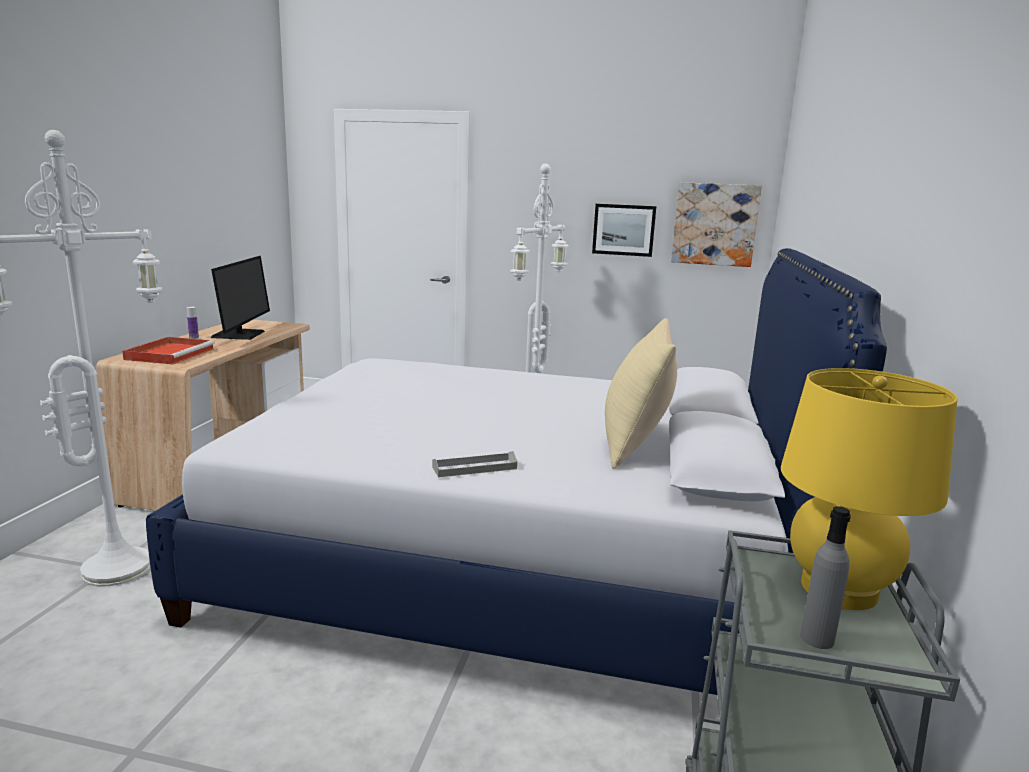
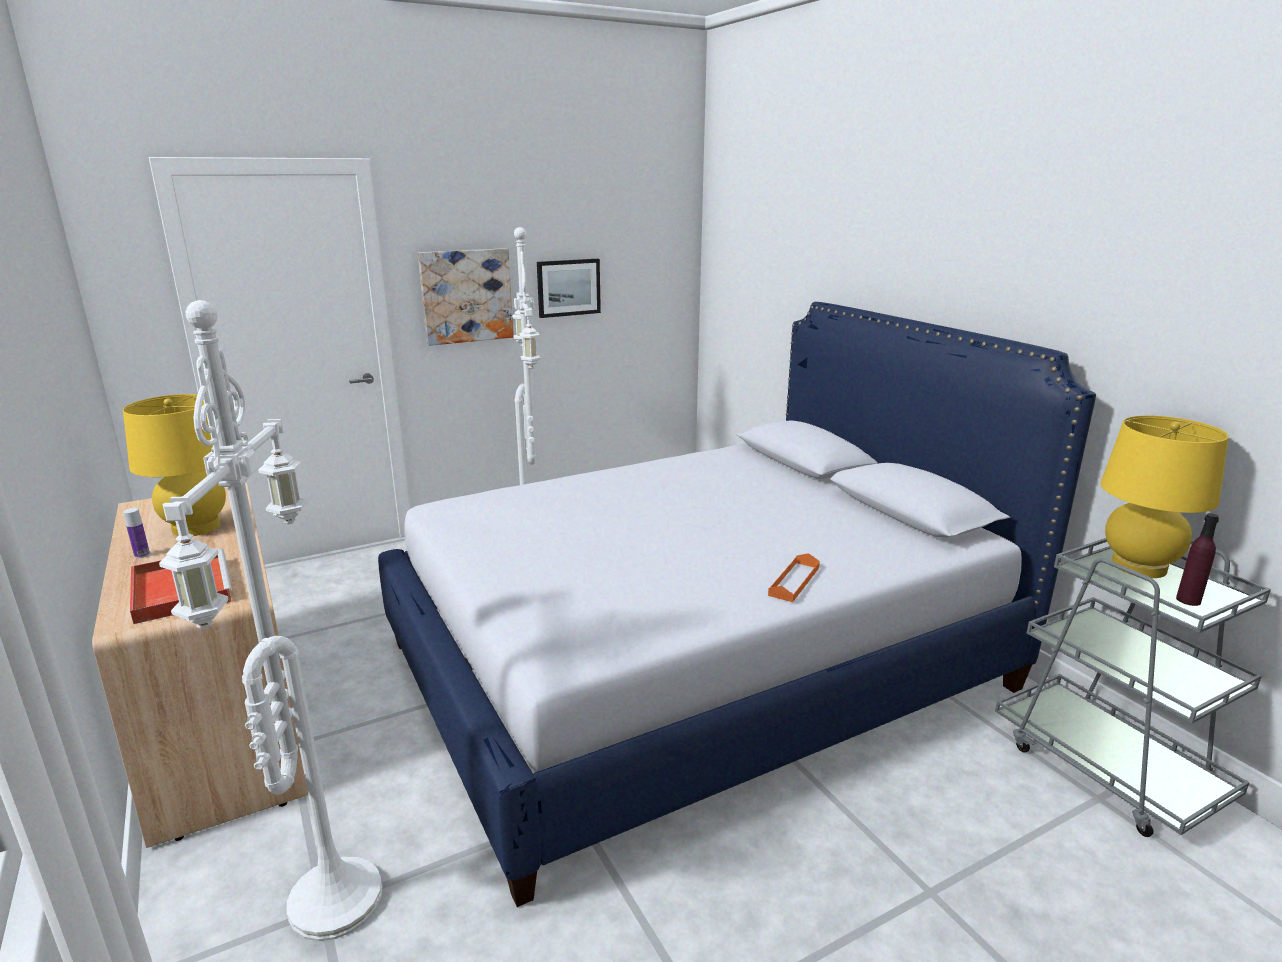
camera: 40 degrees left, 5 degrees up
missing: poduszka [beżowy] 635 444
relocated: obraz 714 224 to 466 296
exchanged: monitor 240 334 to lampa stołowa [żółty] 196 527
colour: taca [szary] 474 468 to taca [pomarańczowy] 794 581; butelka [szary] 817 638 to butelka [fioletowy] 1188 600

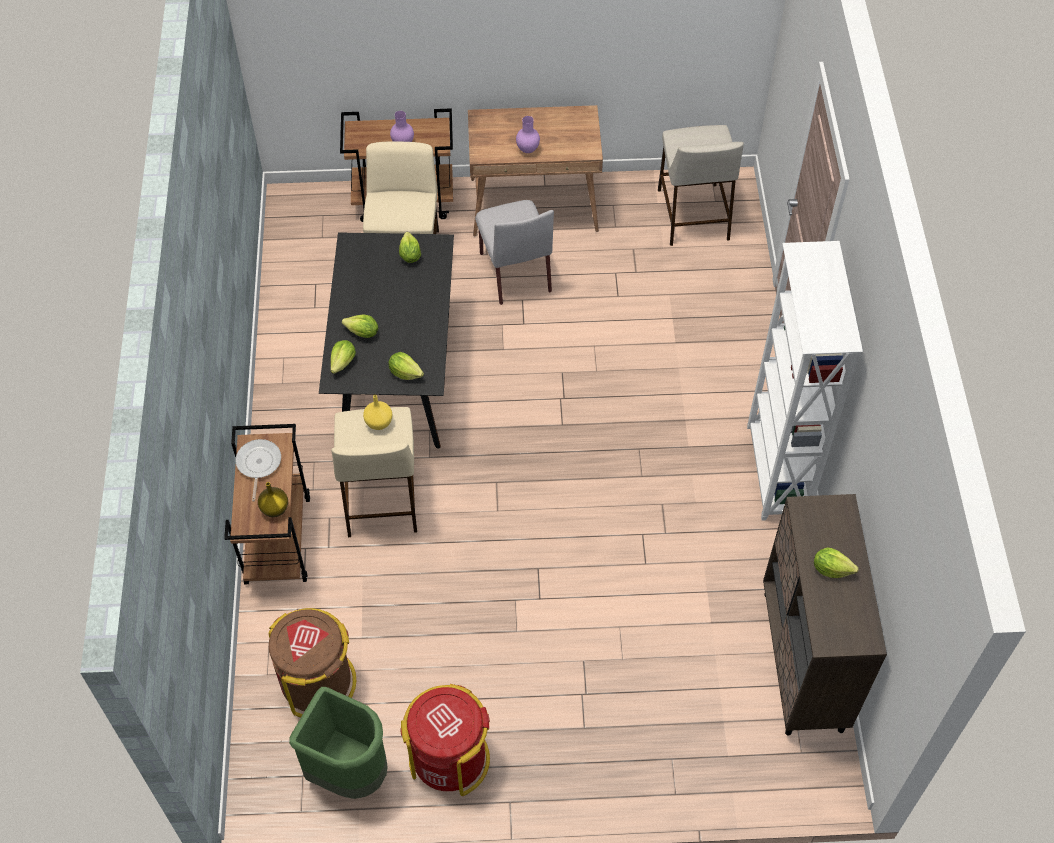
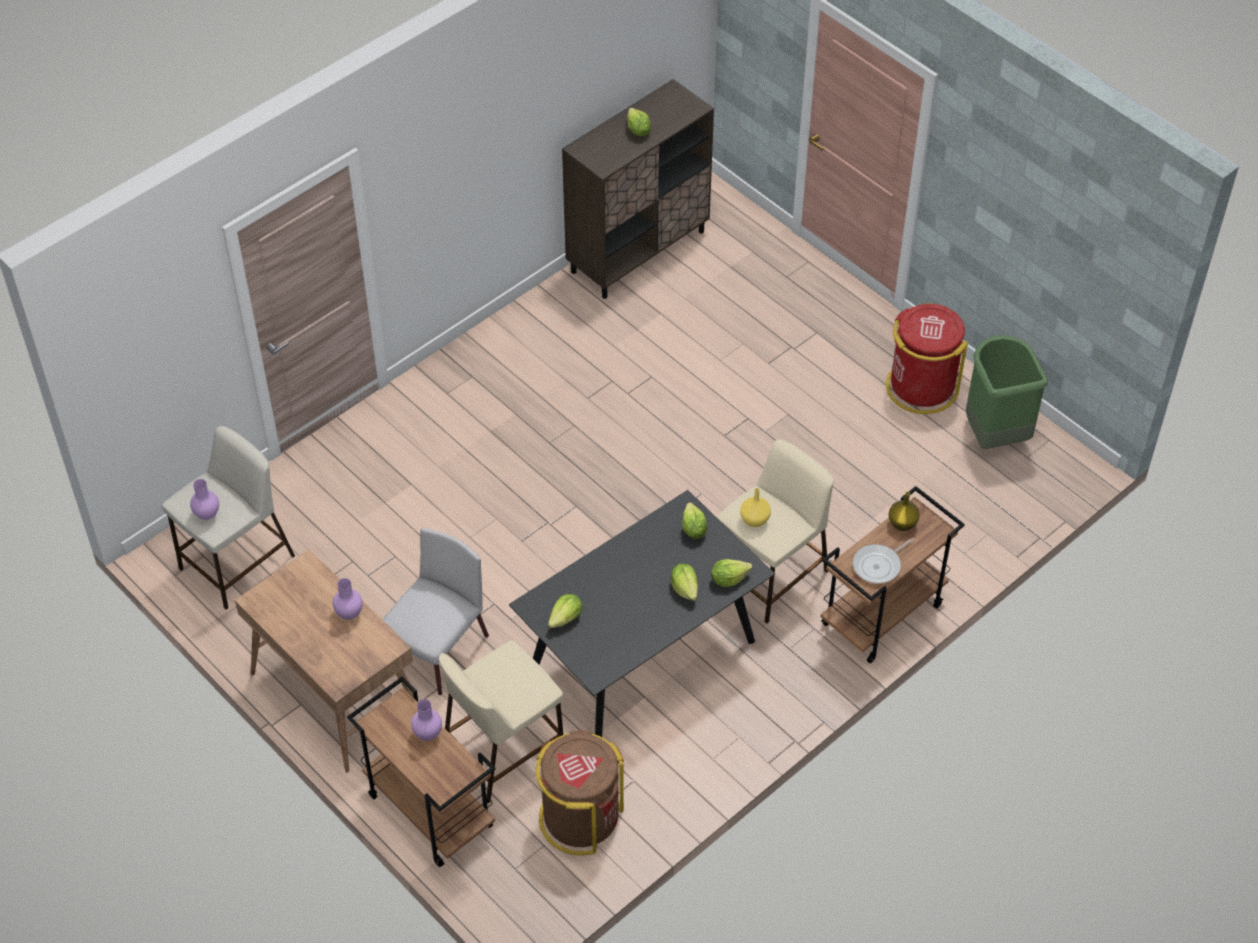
camera: 130 degrees left, 5 degrees down
missing: regał [biały] 776 472
appeared: wazon [fioletowy] 206 515
relocated: kosz na śmieci [brązowy] 318 682 to 580 818

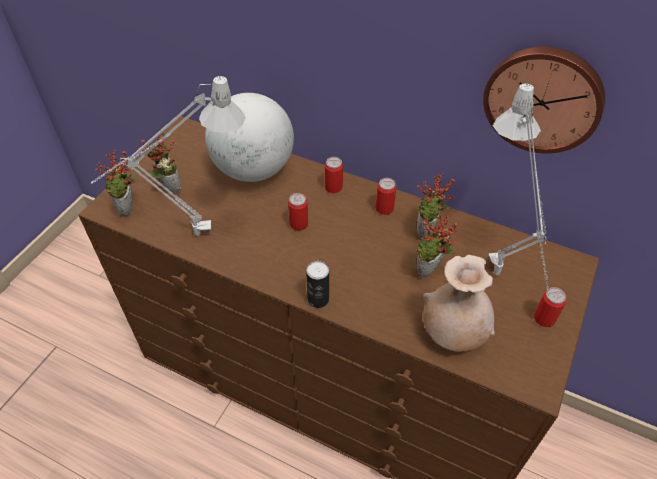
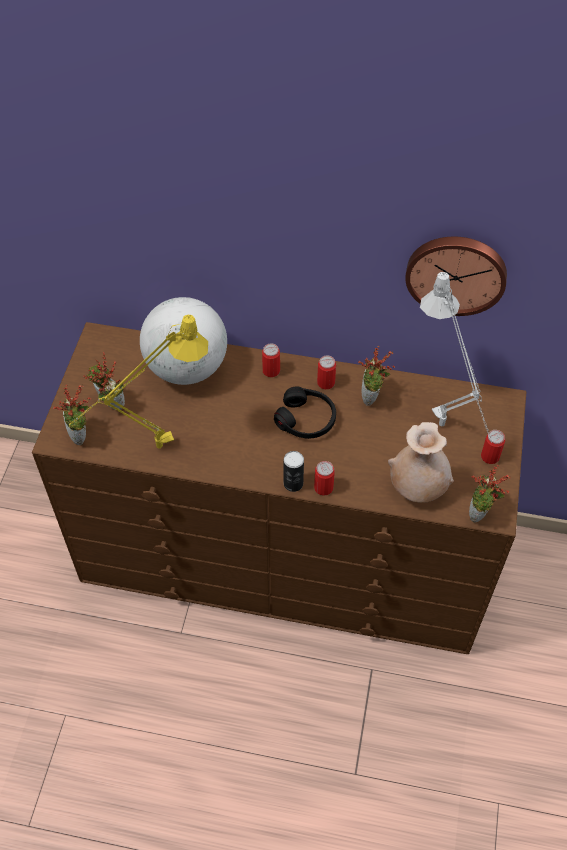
camera: 15 degrees left, 5 degrees up
appeared: słuchawki [czarny] 306 419
relocated: puszka 299 224 to 323 487; roślina doniczkowa 429 272 to 480 515
colour: lampa stołowa [szary] 188 236 to lampa stołowa [żółty] 150 450

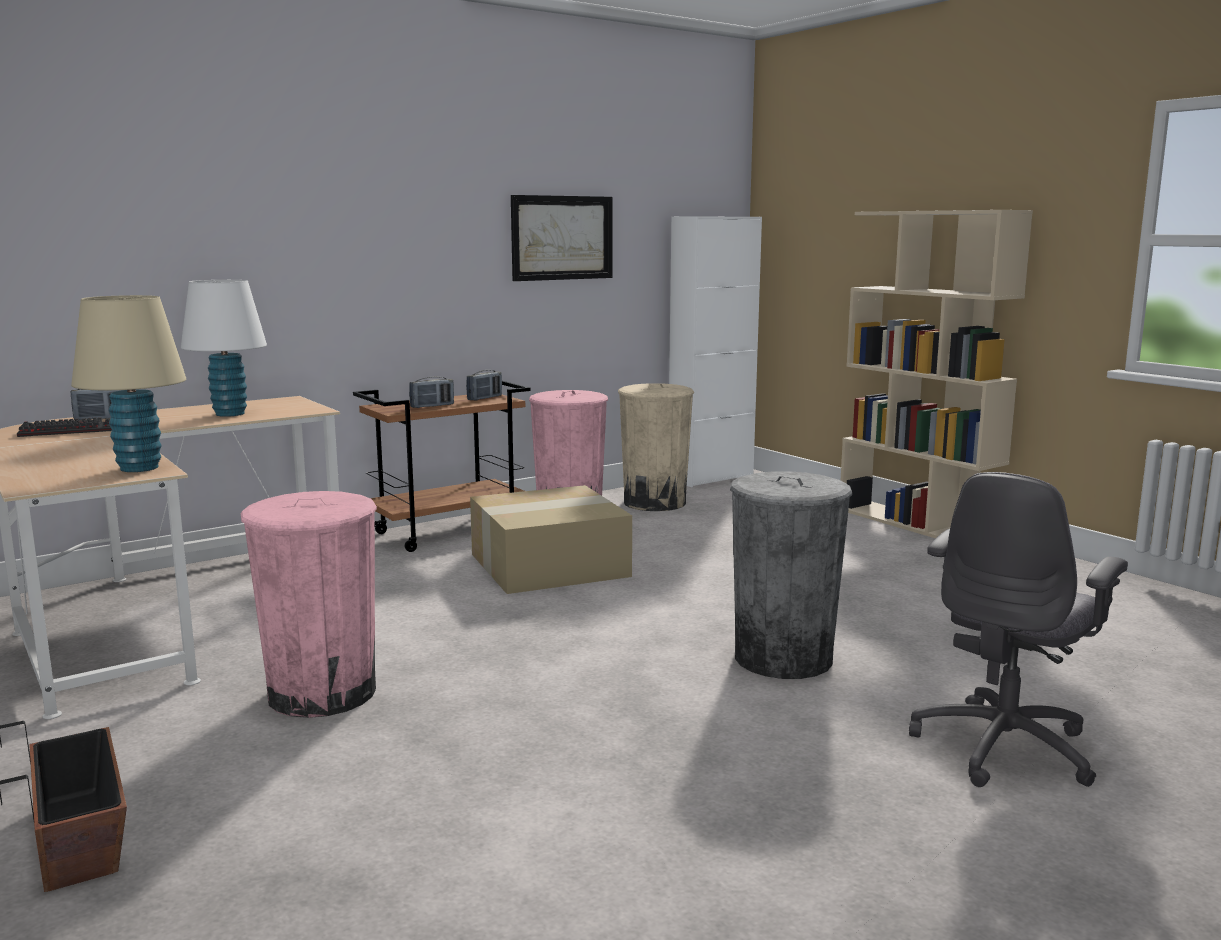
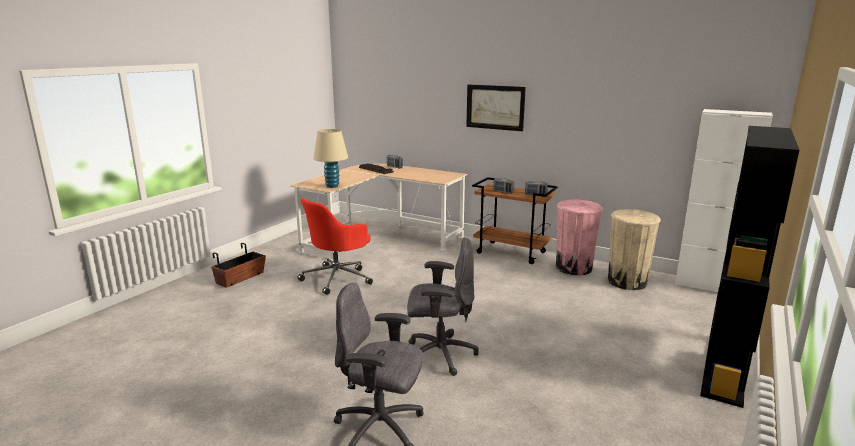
camera: 65 degrees right, 5 degrees up
missing: lampa stołowa [biały] 230 414; karton 550 564
relocated: obraz 562 238 to 495 107
exchanged: kosz na śmieci [różowy] 322 693 to krzesło biurowe [czerwony] 338 278; kosz na śmieci [szary] 783 658 to krzesło biurowe [szary] 439 354
colour: regał [beżowy] 917 524 to regał [czarny] 725 368

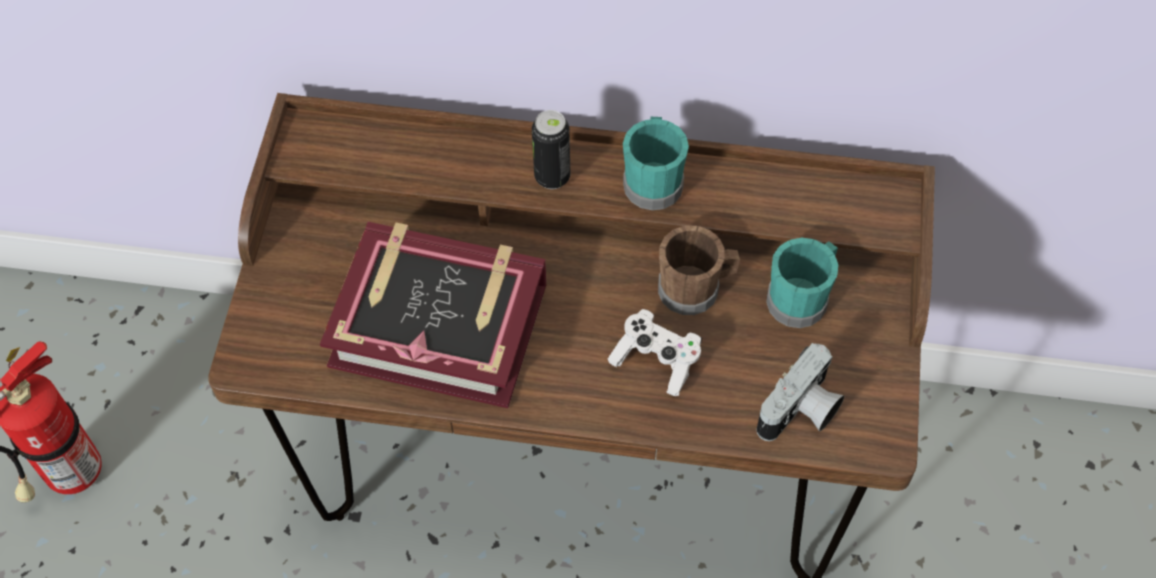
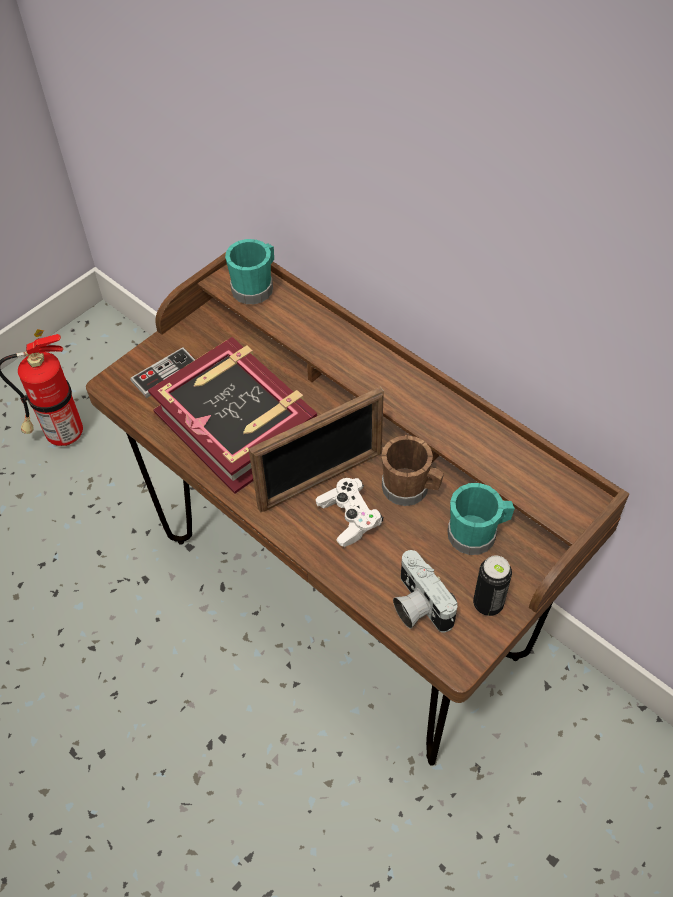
camera: 35 degrees right, 5 degrees down
appeared: pad do gier 165 374; ramka na zdjęcie 321 480
relocated: puszka 552 177 to 488 604; kubek [turkusowy] 653 180 to 255 287
spun: aparat fotograficzny 801 412 = 417 605 75 degrees clockwise

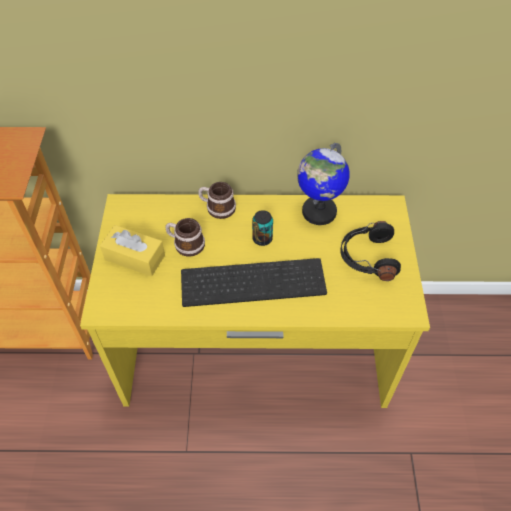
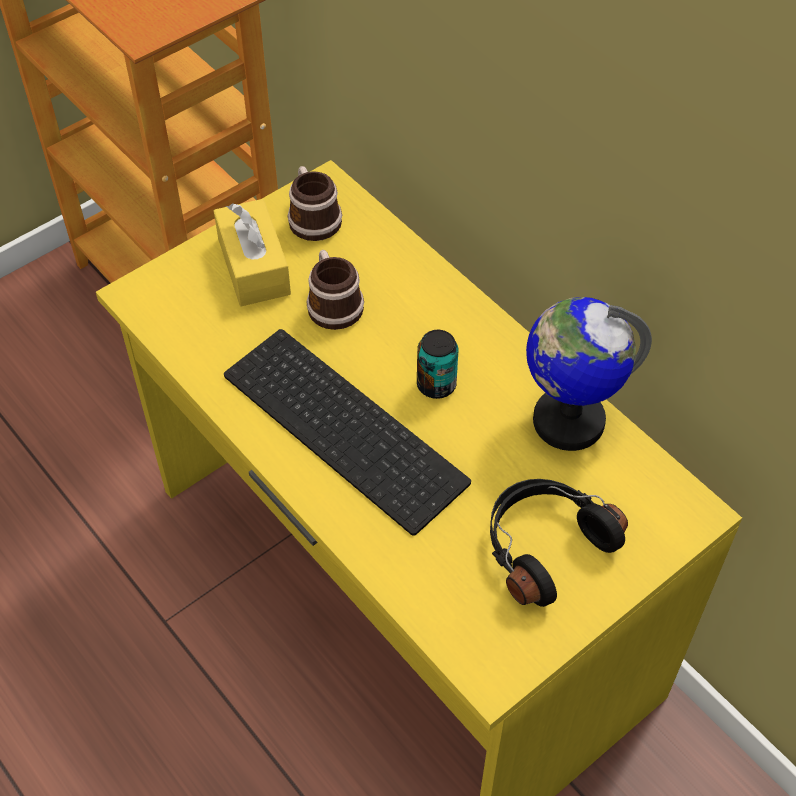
camera: 50 degrees right, 0 degrees up
relocated: kubek 217 207 to 312 217

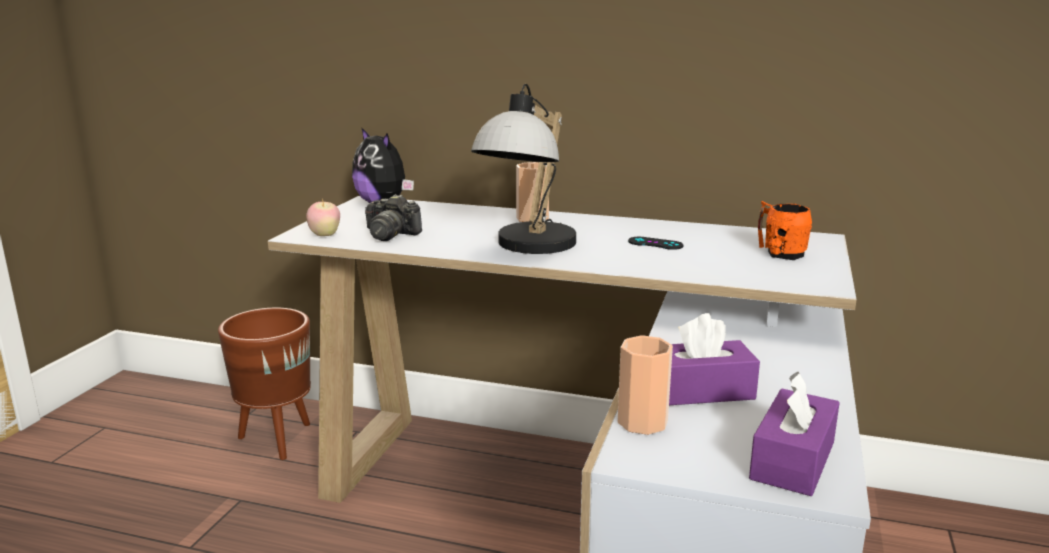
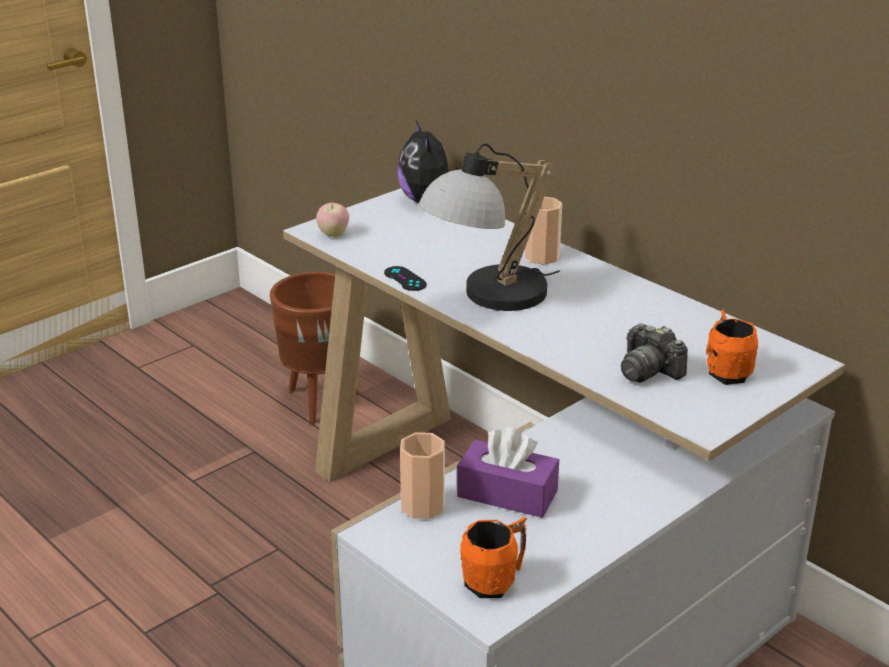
camera: 30 degrees right, 10 degrees up
relocated: aparat fotograficzny 390 235 to 648 370; pad do gier [czarny] 655 243 to 405 279
exchanged: pudełko chusteczek [fioletowy] 792 460 to kubek [pomarańczowy] 495 580

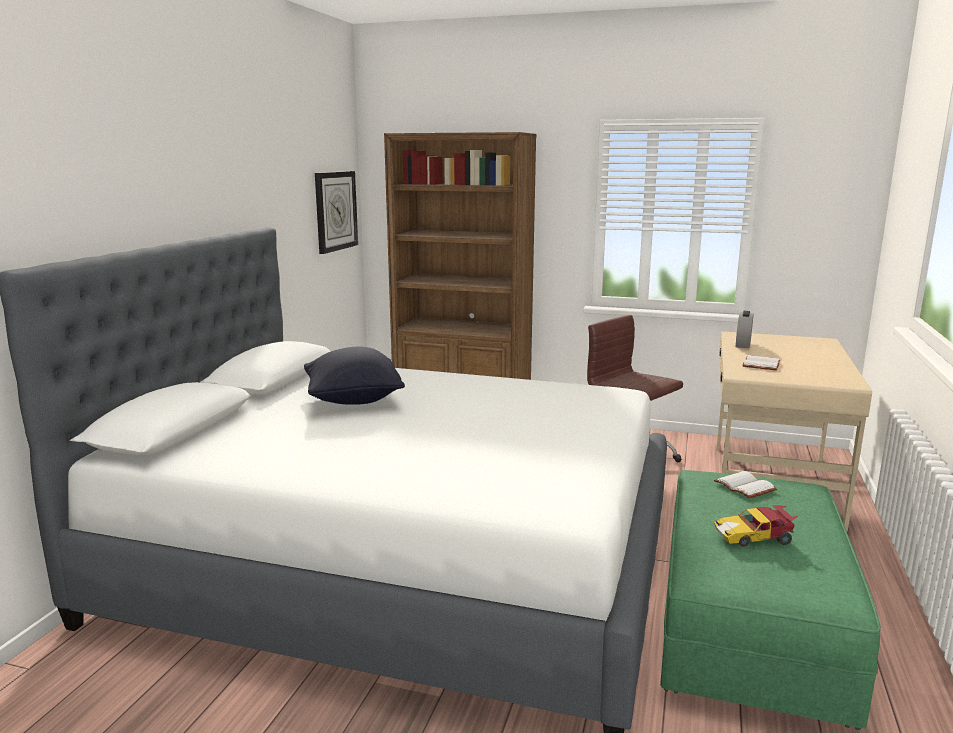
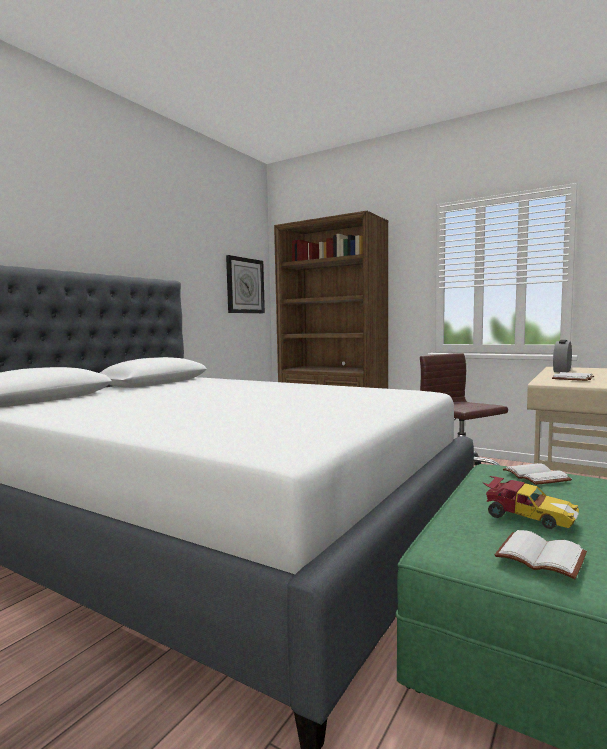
camera: 15 degrees right, 10 degrees down
missing: poduszka [czarny] 353 400
appeared: książka [biały] 538 557
spun: samochodzik 755 537 = 527 516 150 degrees counterclockwise

